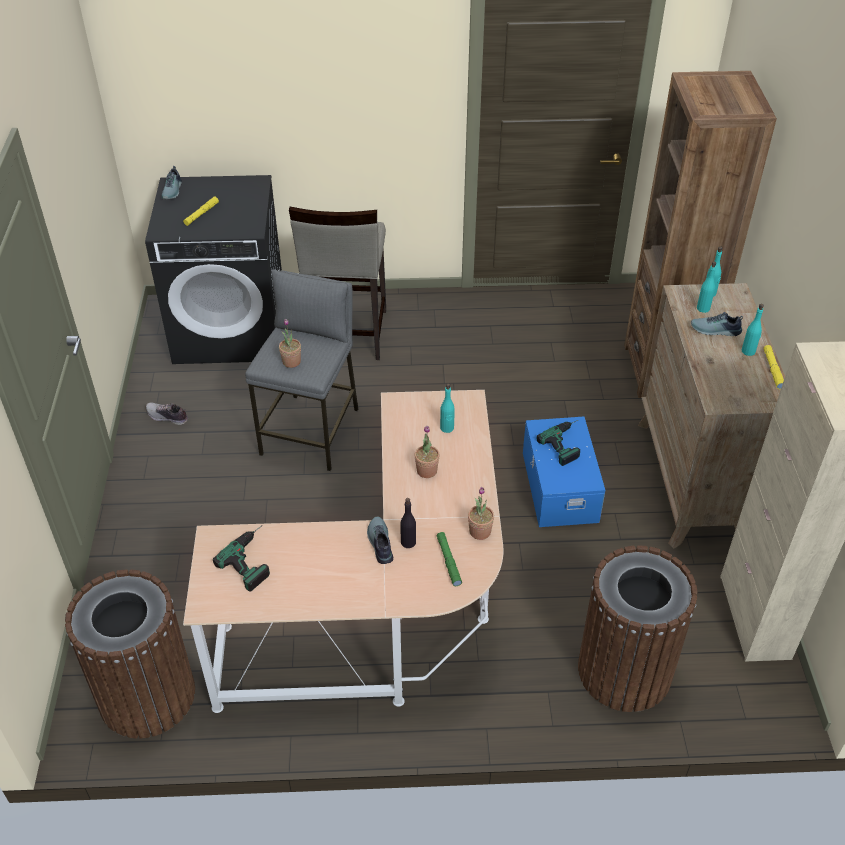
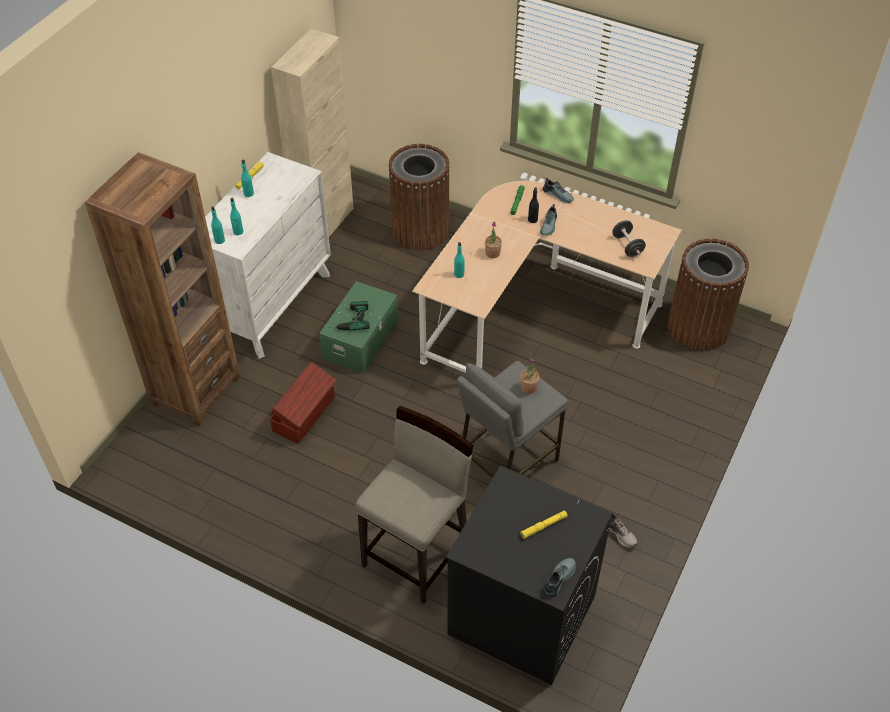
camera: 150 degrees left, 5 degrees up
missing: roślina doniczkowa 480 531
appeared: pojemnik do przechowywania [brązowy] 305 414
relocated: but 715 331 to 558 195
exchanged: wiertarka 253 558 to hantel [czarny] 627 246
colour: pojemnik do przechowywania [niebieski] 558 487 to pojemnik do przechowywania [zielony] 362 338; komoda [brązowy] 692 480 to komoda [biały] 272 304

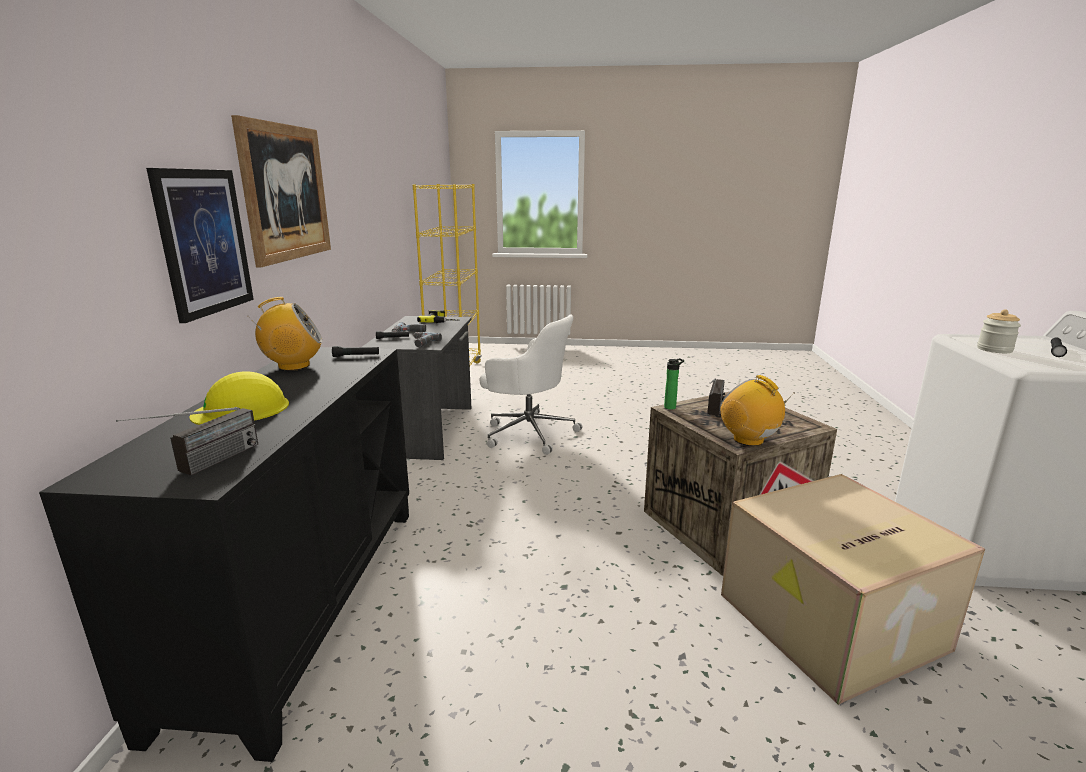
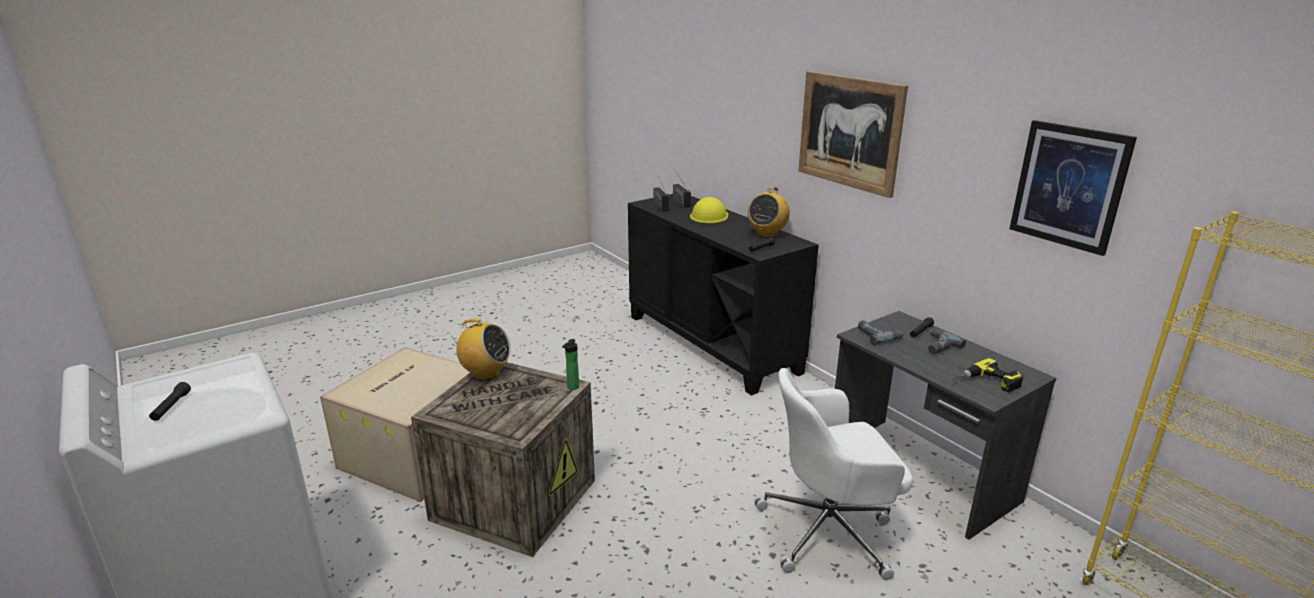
camera: 140 degrees right, 5 degrees up
missing: słoik 994 349
relocated: obraz 204 242 to 1069 186; radio 715 411 to 677 200

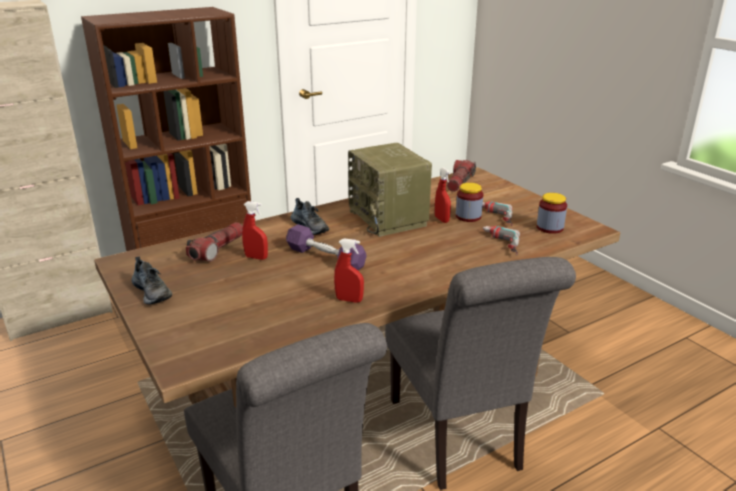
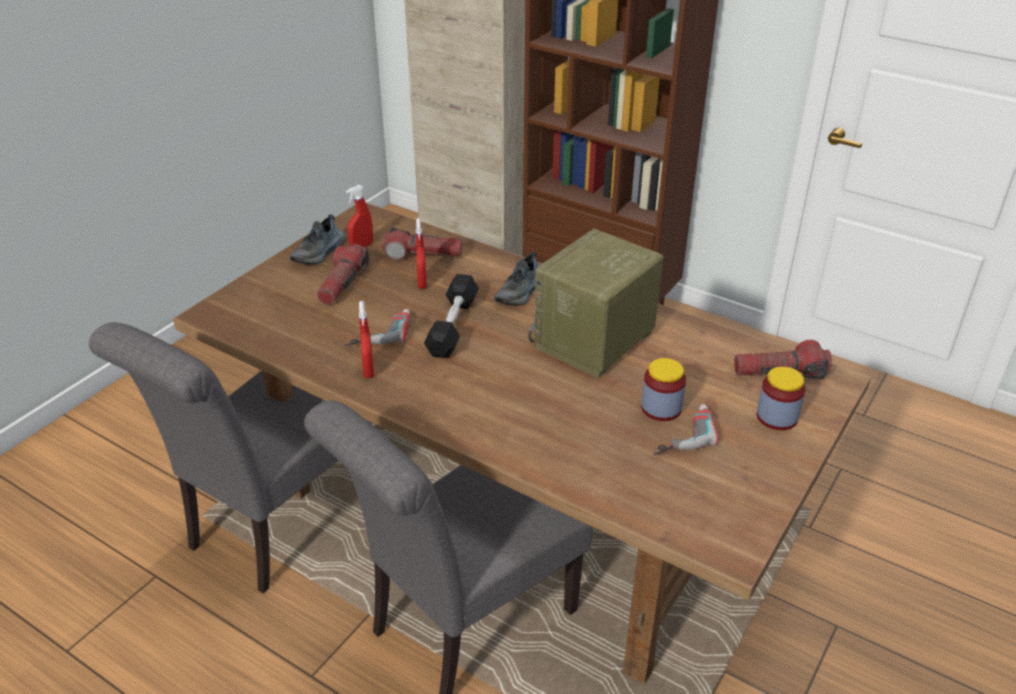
camera: 65 degrees right, 10 degrees up
appeared: latarka 343 283
relocated: spryskiwacz [czerwony] 441 219 to 362 246; wiertarka 499 244 to 379 332; słoik 549 228 to 777 417
colour: hantel [fioletowy] 325 257 to hantel [czarny] 453 326

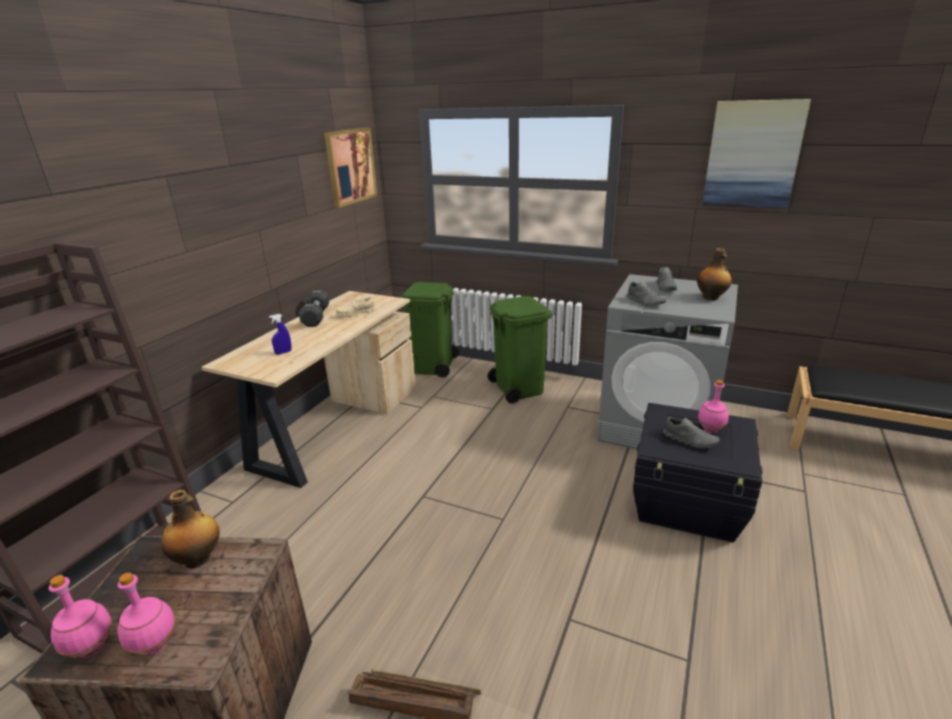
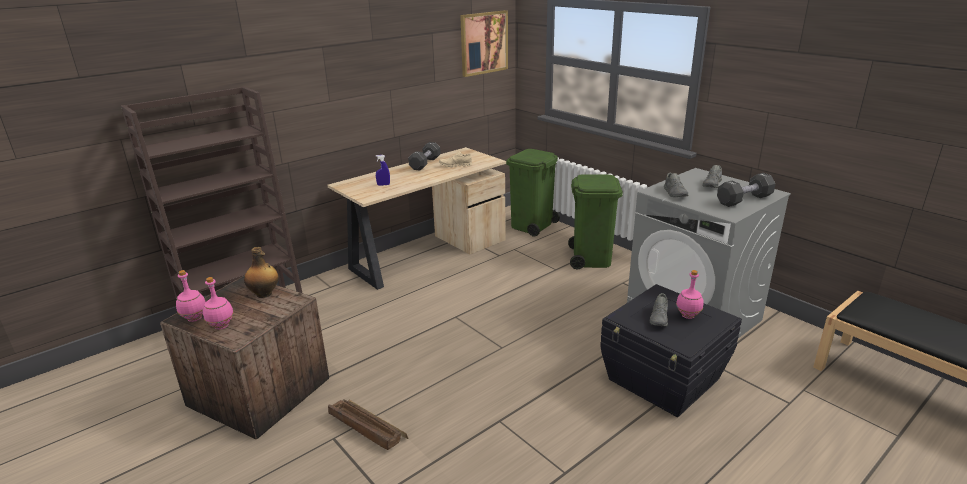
camera: 25 degrees right, 0 degrees up
missing: obraz 752 155
exchanged: butelka 711 297 to hantel [czarny] 744 200
spun: but [szary] 689 440 = 659 318 45 degrees clockwise

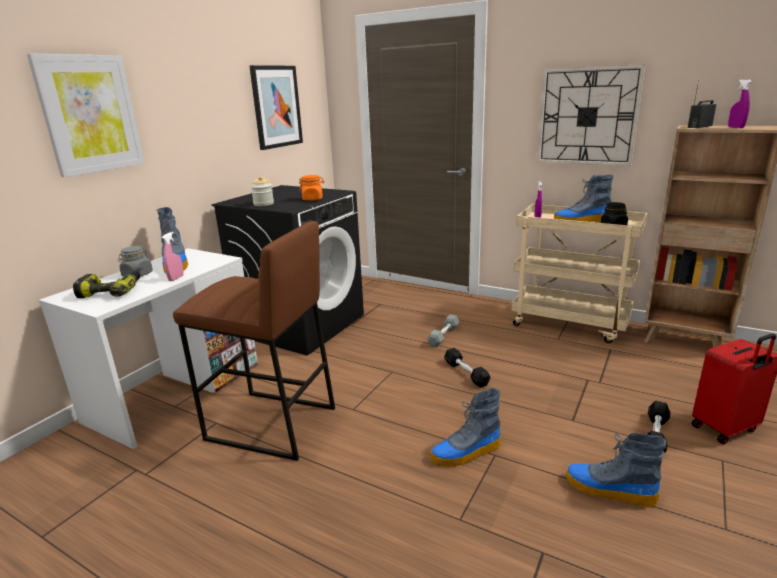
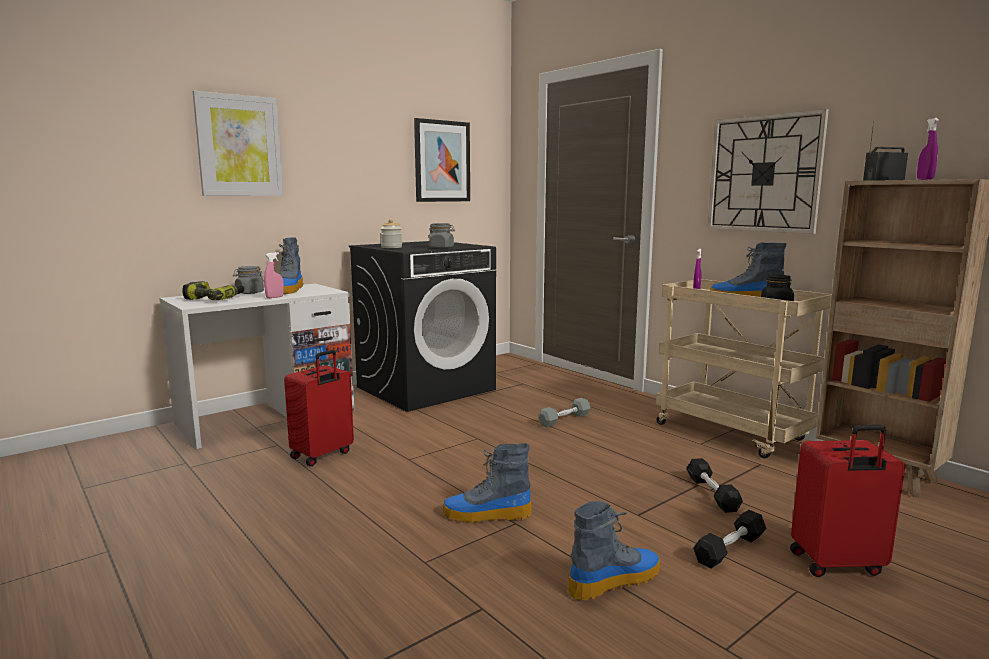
camera: 20 degrees right, 10 degrees down
relocated: hantel [czarny] 466 373 to 712 493
exchanged: stołek [brązowy] 270 424 to walizka [czerwony] 322 455
colour: słoik [pomarańczowy] 313 199 to słoik [szary] 442 247
spun: but z cholewką 608 490 = 614 580 105 degrees clockwise

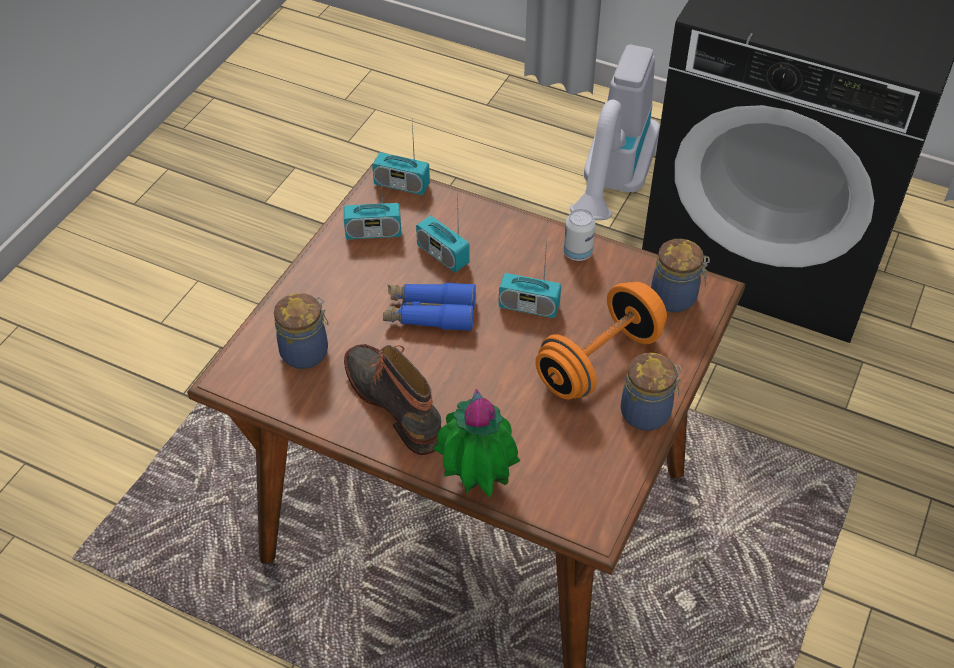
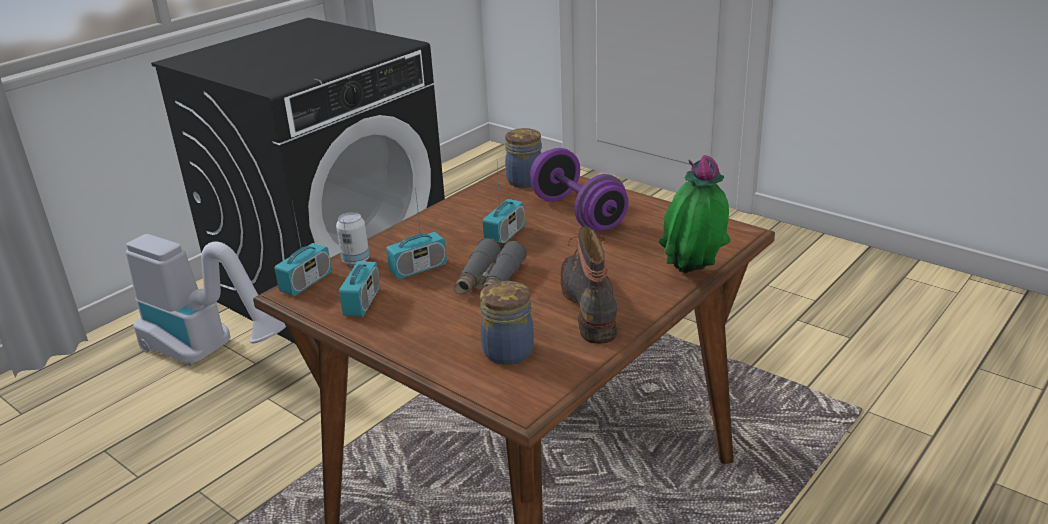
camera: 75 degrees left, 20 degrees down
missing: słoik 647 413
relocated: puszka 577 253 to 356 260
colour: lornetka [niebieski] 429 313 to lornetka [szary] 489 280; hantel [pomarańczowy] 599 361 to hantel [fioletowy] 577 214
spun: but z cholewką 396 402 = 591 305 105 degrees clockwise

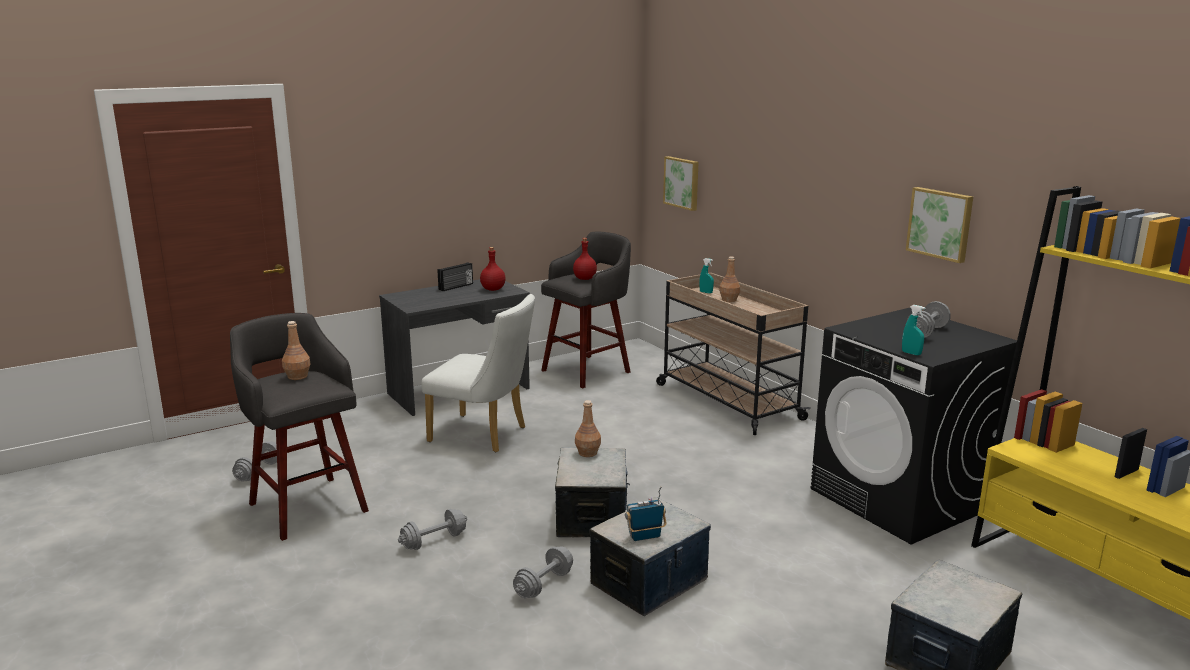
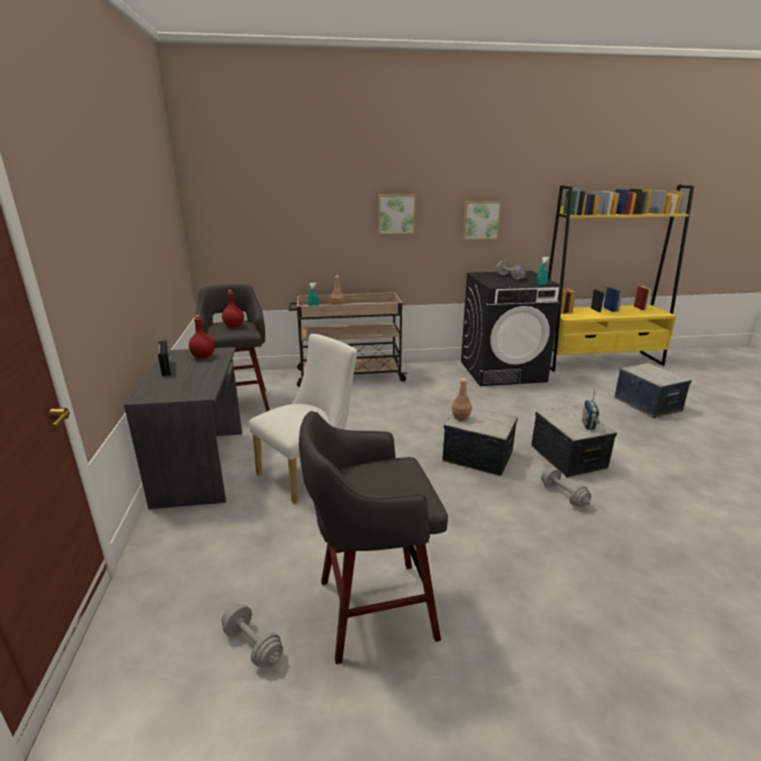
camera: 65 degrees left, 5 degrees up
missing: butelka [brązowy] 297 376; hantel [szary] 434 541
relocated: obraz 682 182 to 396 214

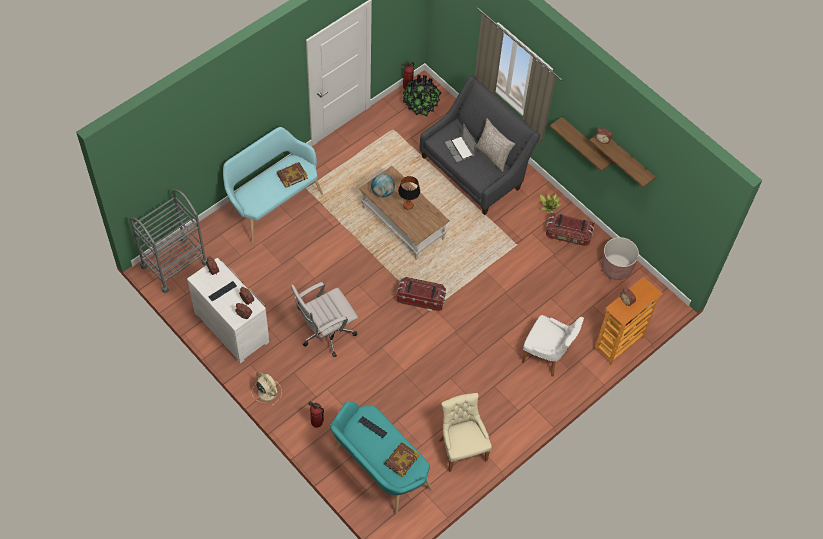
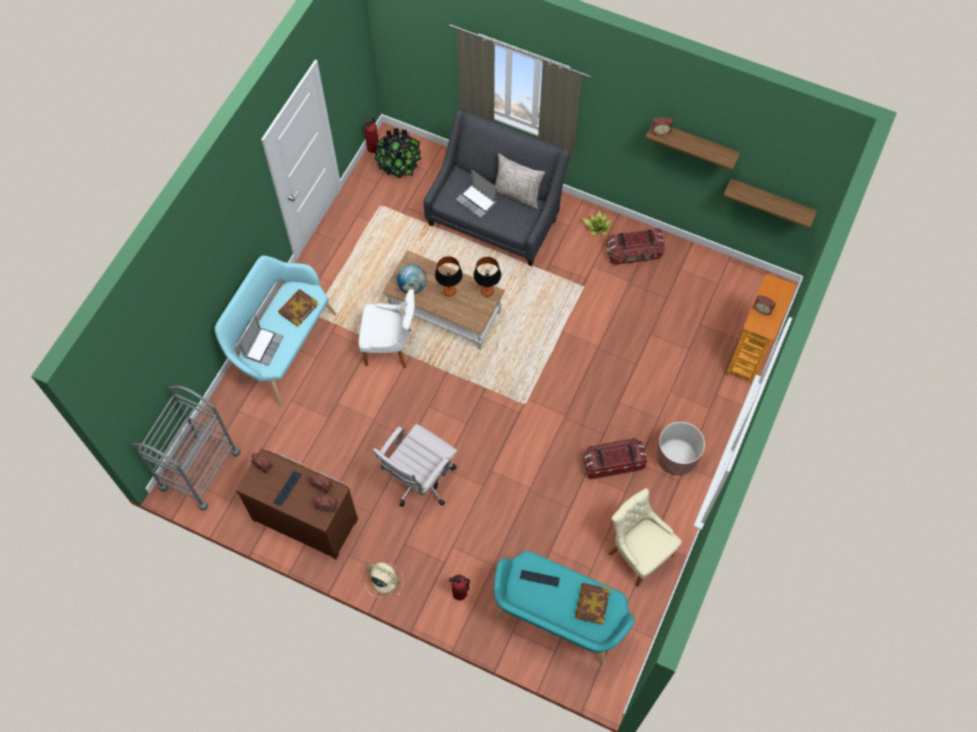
camera: 20 degrees left, 5 degrees up
appeared: laptop 263 346; lampa stołowa 487 291
relocated: pojemnik do przechowywania 421 299 to 613 463; krzesło [biały] 547 356 to 390 347; półka 586 144 to 771 201; donica [brązowy] 616 268 to 676 457
colour: komoda [biały] 233 326 to komoda [brązowy] 306 517

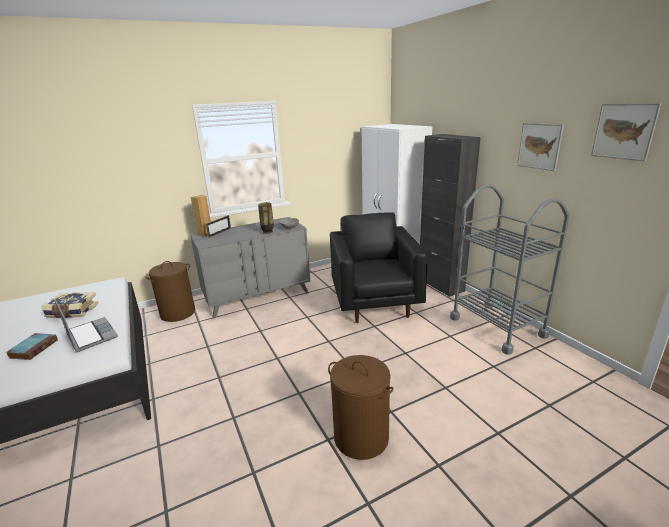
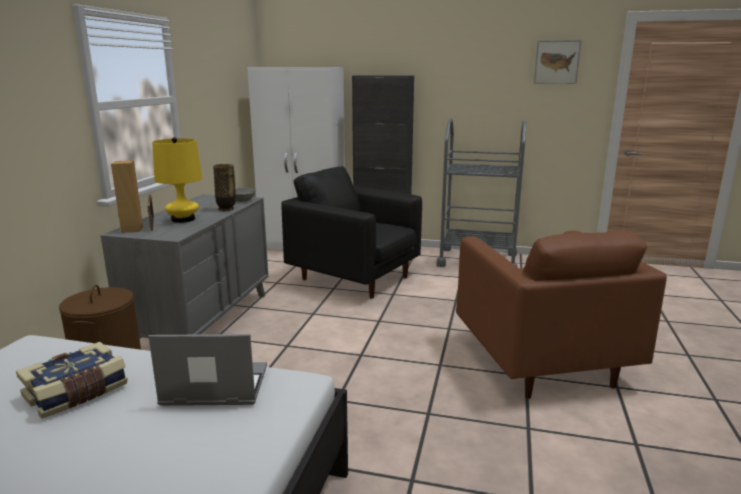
camera: 50 degrees left, 5 degrees down
missing: książka 34 348; obraz 539 146
appeared: lampa stołowa [żółty] 183 219
exchanged: kosz na pranie [brązowy] 360 437 to fotel [brązowy] 540 361

